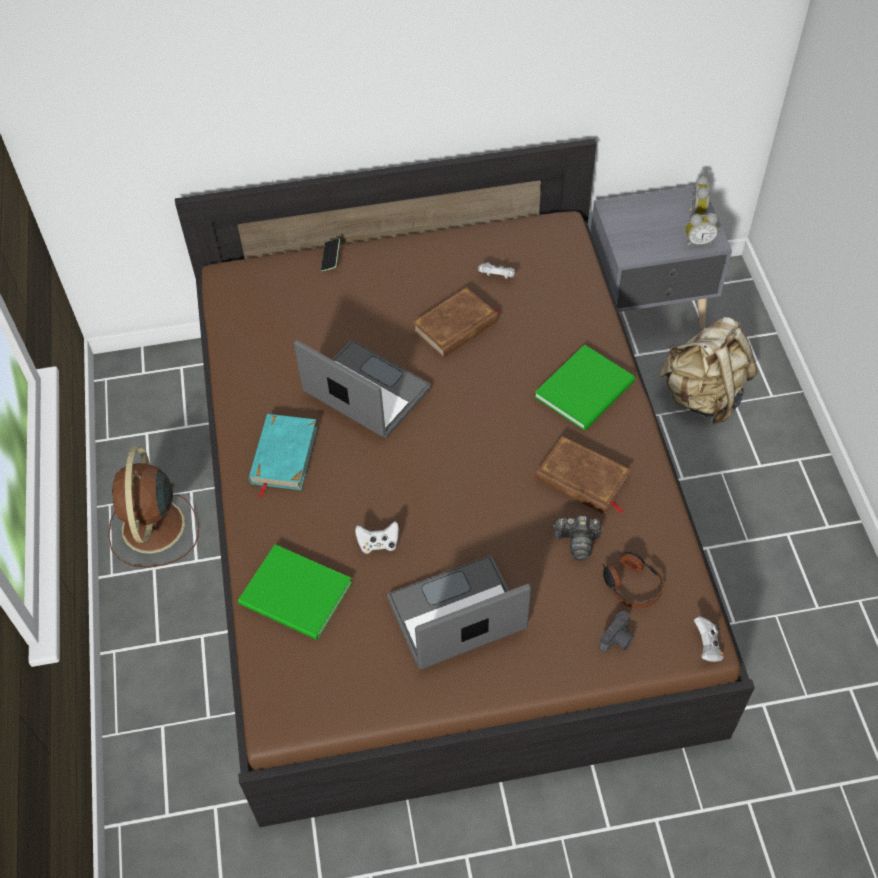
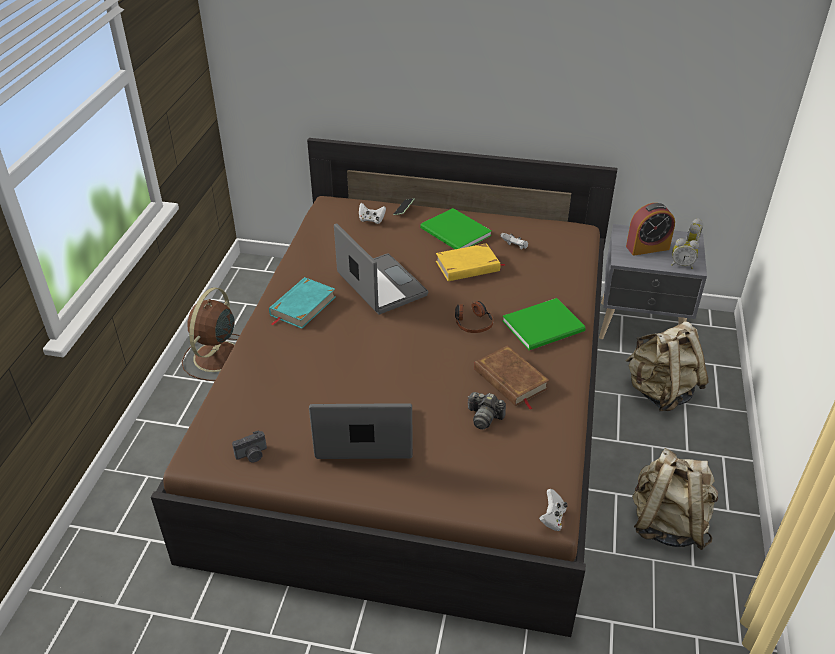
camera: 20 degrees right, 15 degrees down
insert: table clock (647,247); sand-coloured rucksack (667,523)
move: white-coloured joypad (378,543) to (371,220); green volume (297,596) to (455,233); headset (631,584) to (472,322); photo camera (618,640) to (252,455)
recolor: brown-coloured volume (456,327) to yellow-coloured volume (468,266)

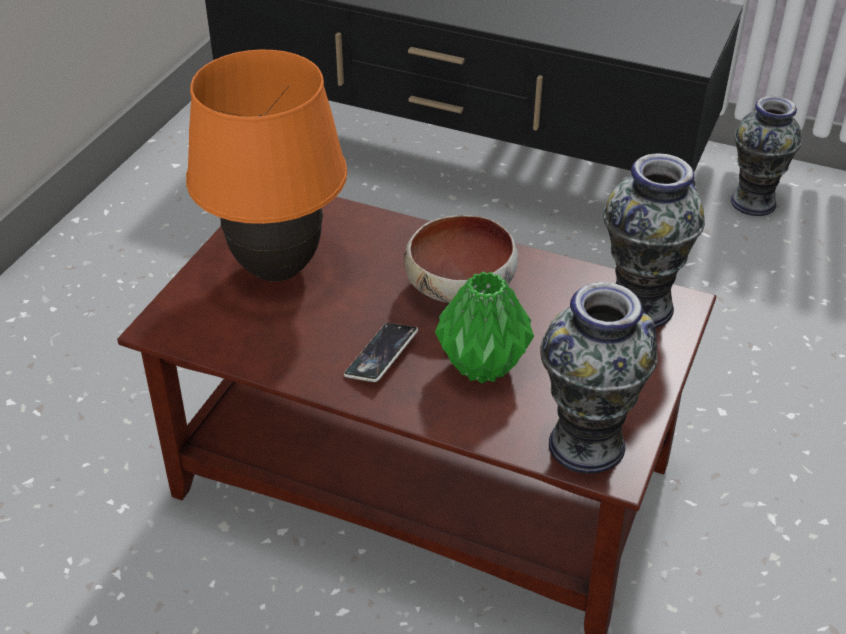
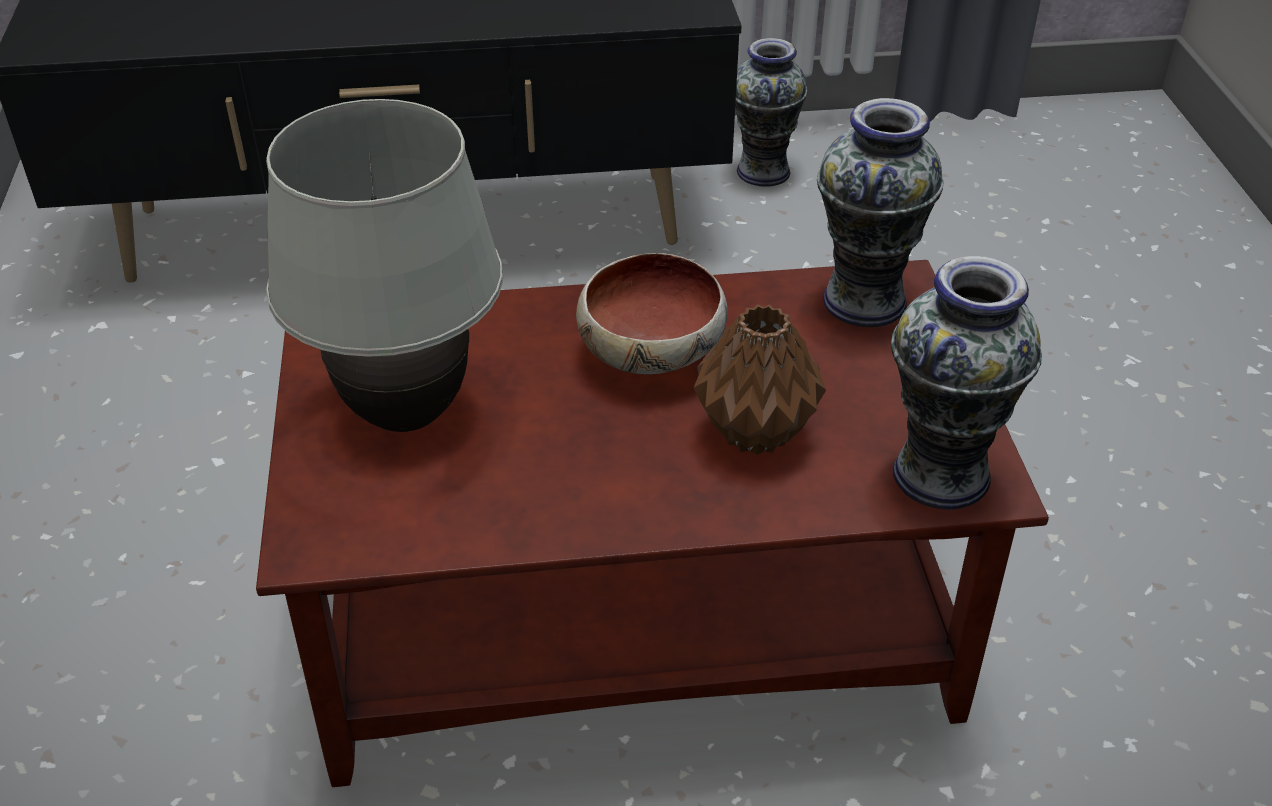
camera: 30 degrees left, 0 degrees up
delete: handset (381,356)
recolor: orange lamp for a table (276,269) to white-coloured lamp for a table (404,414); green decorative vase (481,366) to brown-coloured decorative vase (754,434)

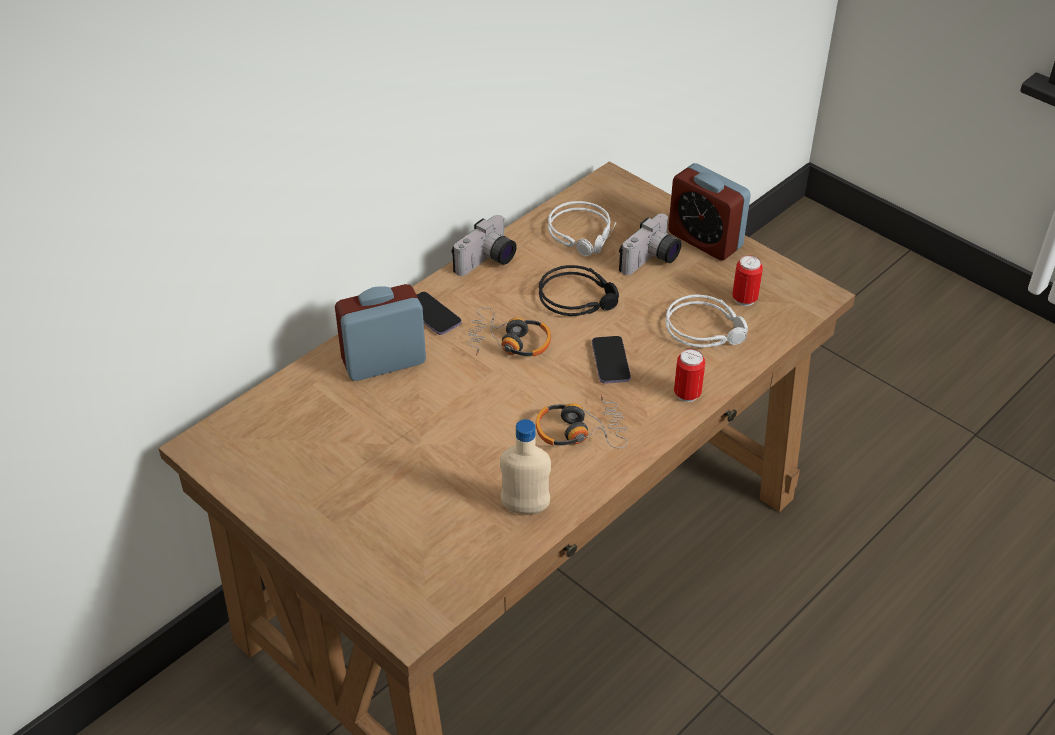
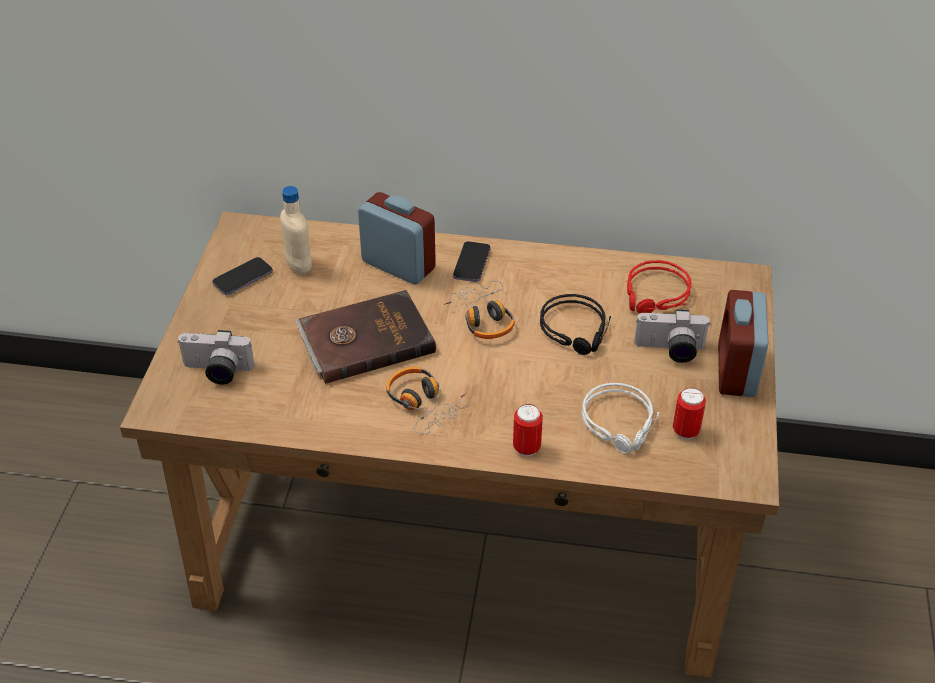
camera: 55 degrees right, 0 degrees up
insert: brown-coloured volume (365,339)
move: photo camera (487,262) to (216,372); handset (610,361) to (243,278); sand-coloured beverage bottle (525,507) to (299,266)
recolor: greyish headset (583,235) to red-coloured headset (656,296)

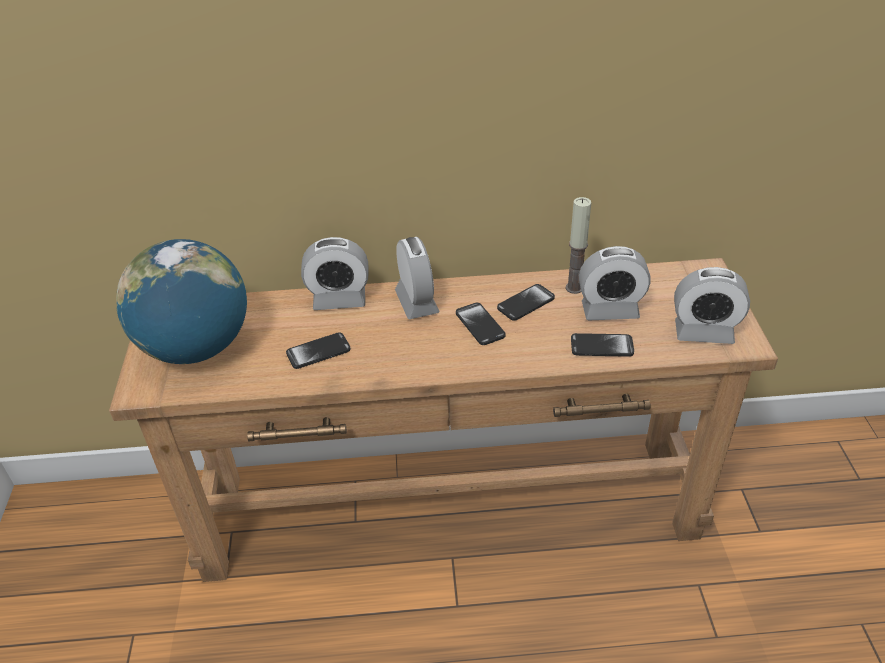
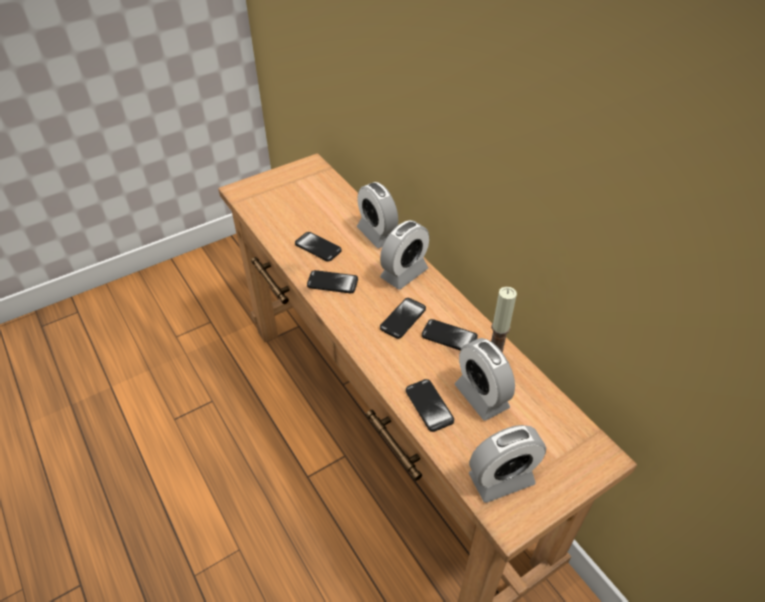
camera: 60 degrees right, 5 degrees up
delete: globe (196,348)
insert: handset (332,283)
rotate: table clock (704,332) = (501,479) 90 degrees counterclockwise

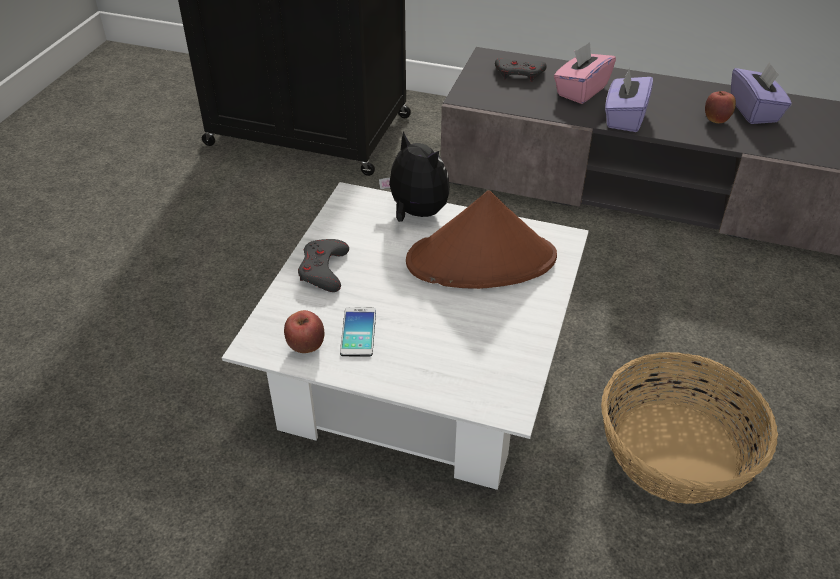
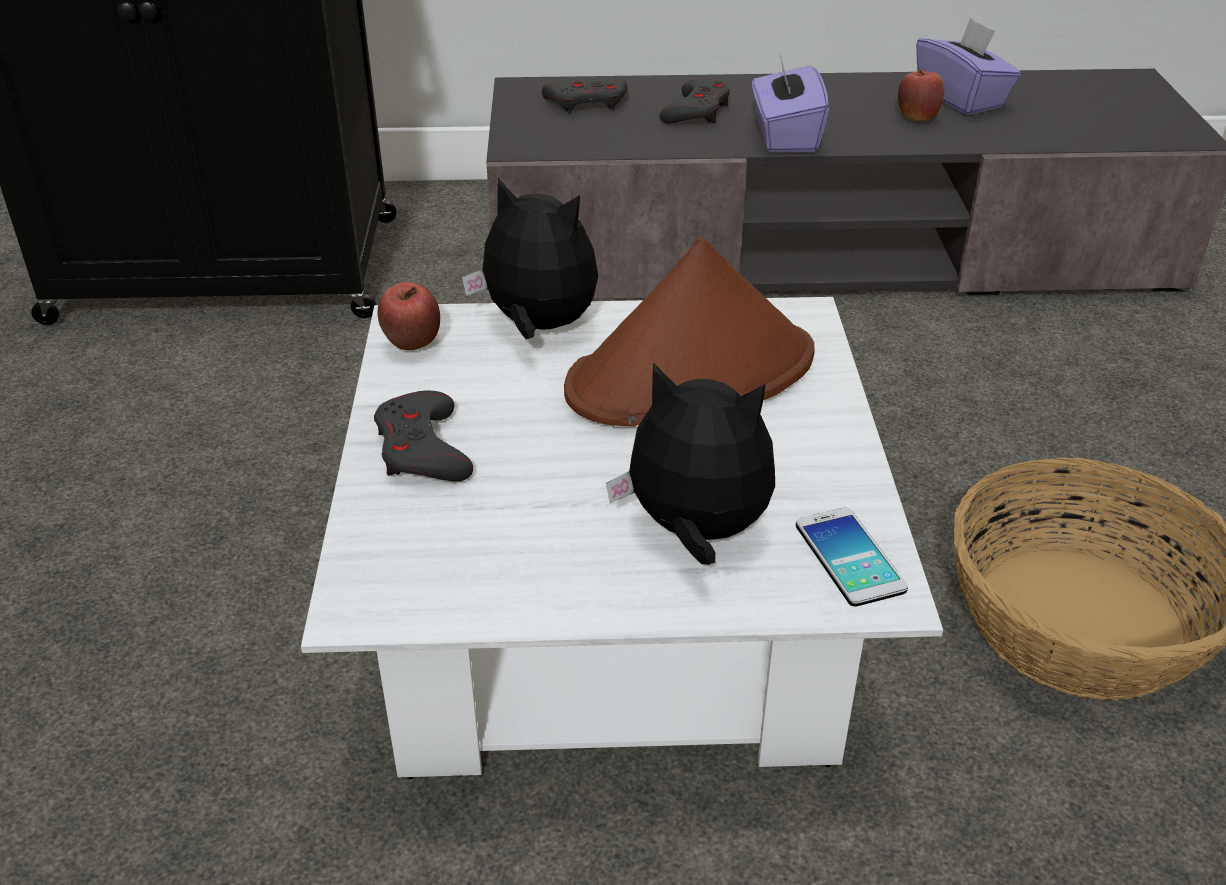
camera: 20 degrees left, 5 degrees down
insert: cuddly toy (695,532)
move: handset (358,332) to (849,557); apple (306,347) to (412,344)
replace: pink box of tissues (581,90) to greyish joypad (696,111)

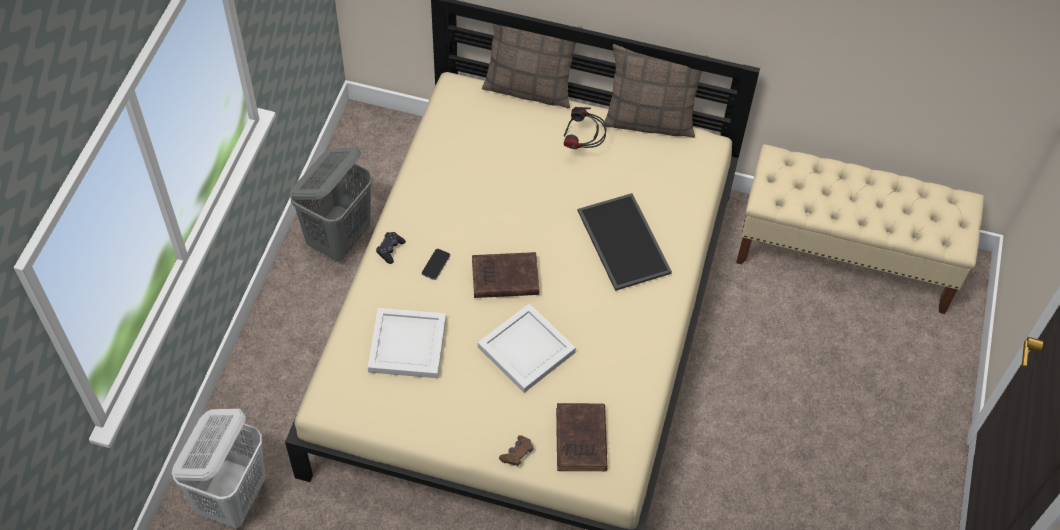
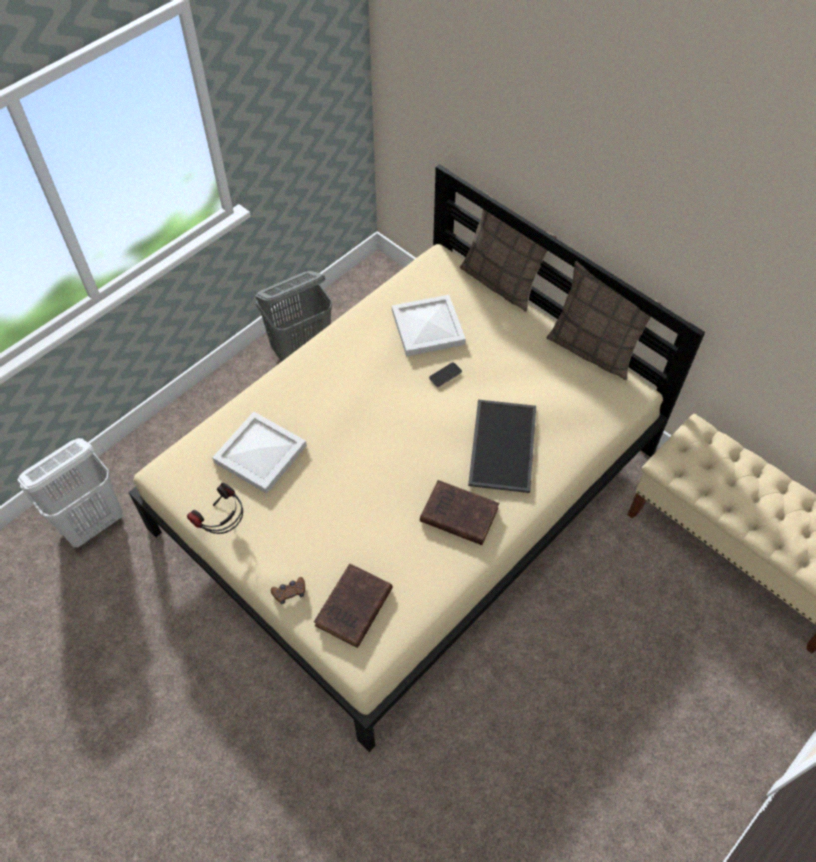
camera: 30 degrees right, 0 degrees up
delete: black joypad (390,250)
move: headset (583,146) to (223,524); handset (436,265) to (445,375); brown-coloured volume (503,278) to (457,514); white-coloured serving tray (524,349) to (426,327)

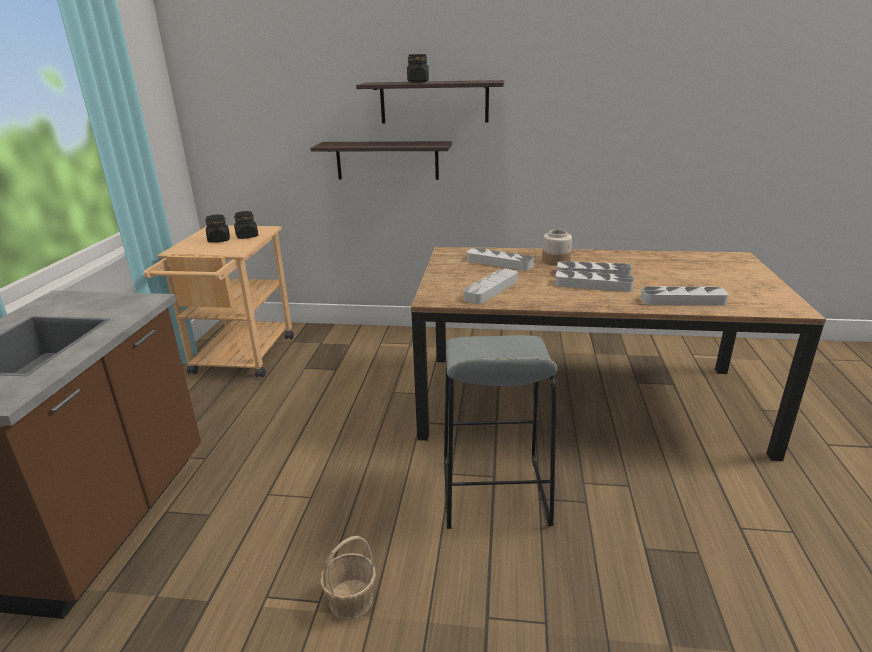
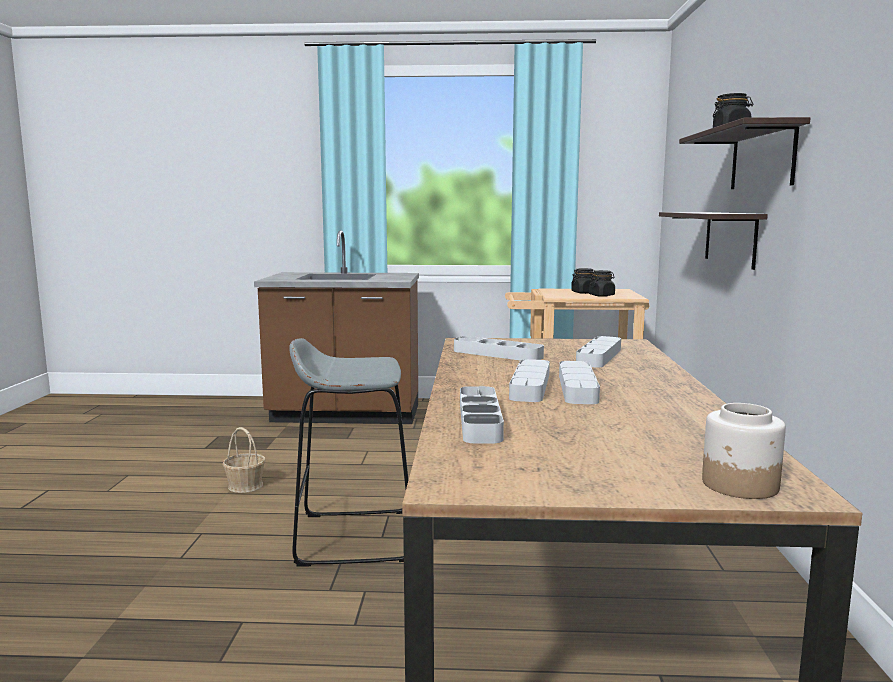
camera: 85 degrees right, 15 degrees down
move: jar (556,261) to (740,485)

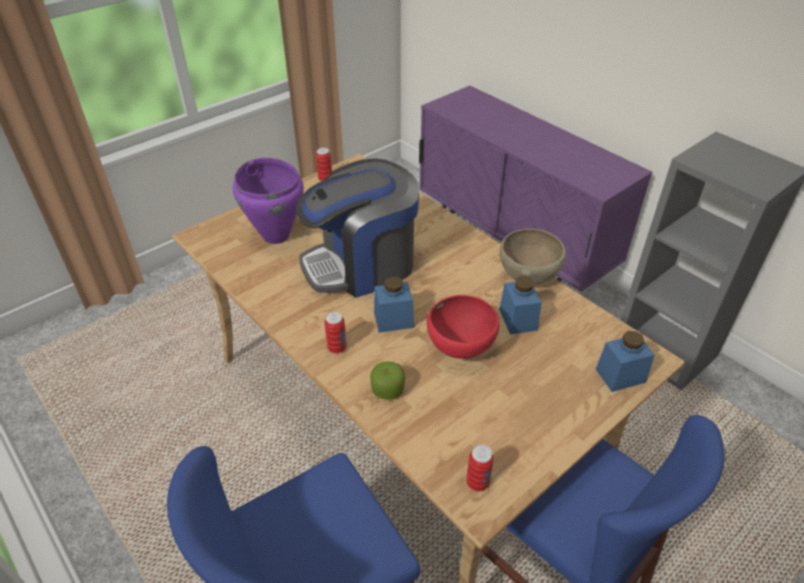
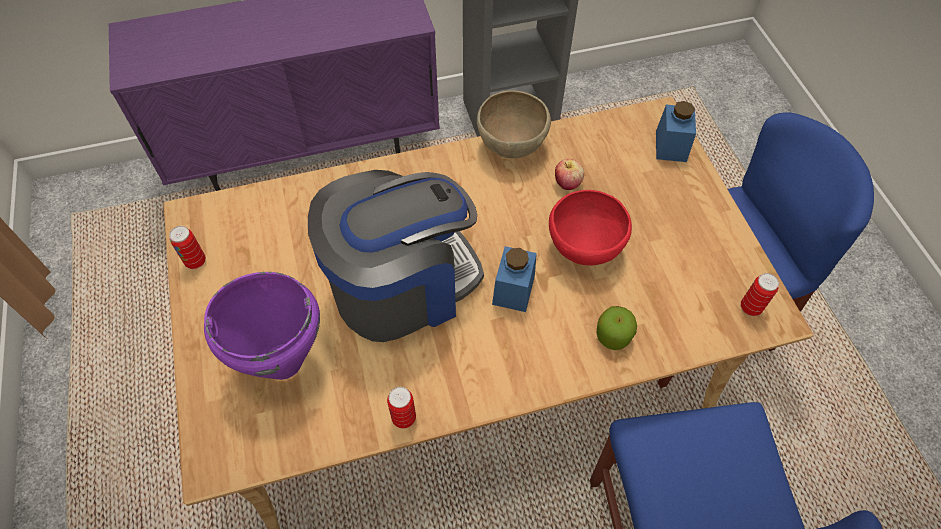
camera: 65 degrees left, 15 degrees up
move: metal can (337,348) to (404,418)
replace: blue-coloured jar (518,319) to apple (567,183)
rotate: coffee brewer (362,264) = (402,285) 120 degrees counterclockwise

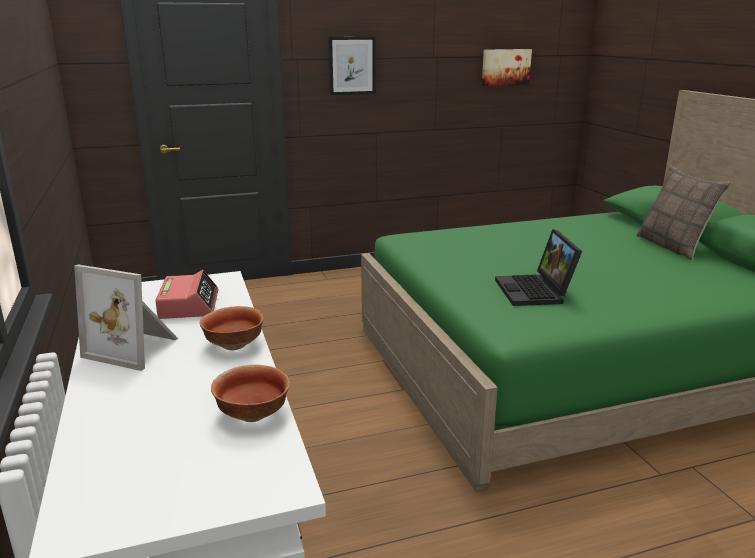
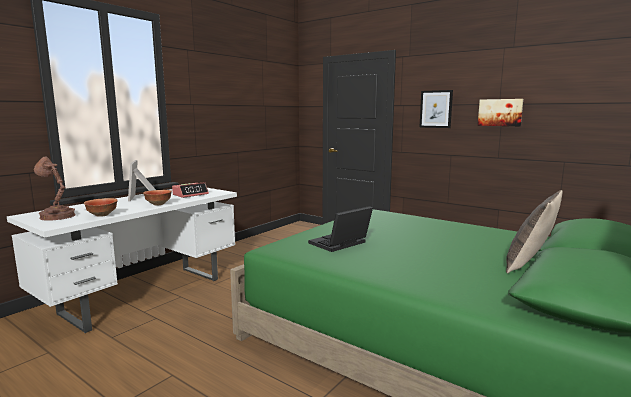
camera: 55 degrees right, 10 degrees down
insert: brown-coloured lamp for a table (56,216)
move: wall art (505,67) to (500,112)

